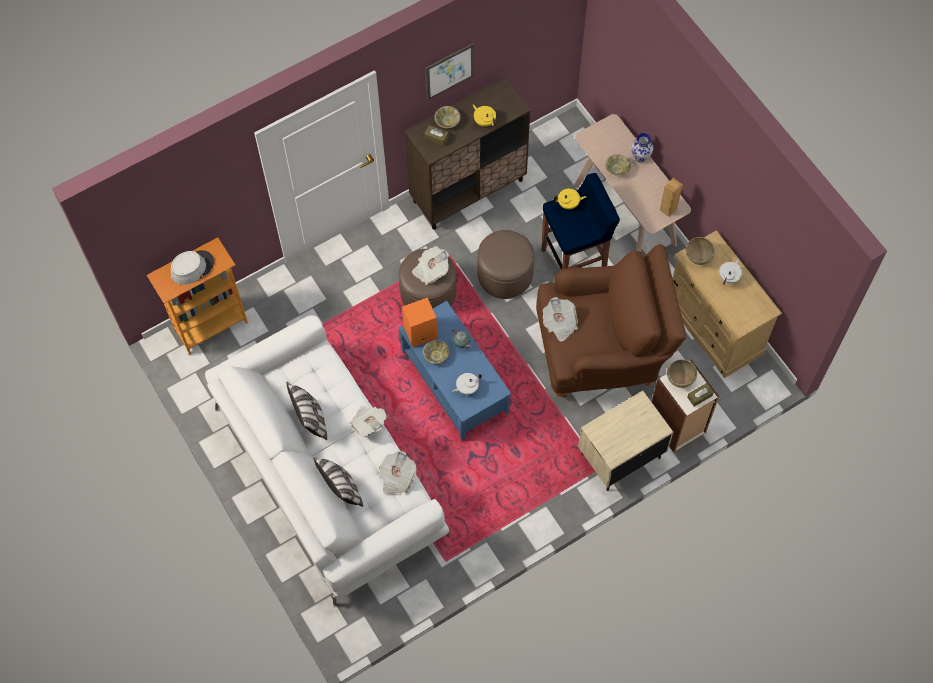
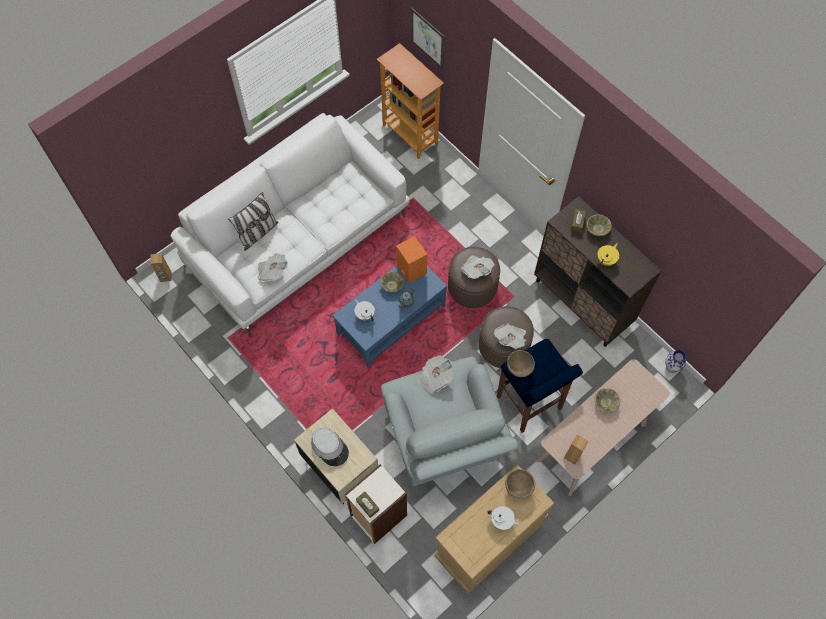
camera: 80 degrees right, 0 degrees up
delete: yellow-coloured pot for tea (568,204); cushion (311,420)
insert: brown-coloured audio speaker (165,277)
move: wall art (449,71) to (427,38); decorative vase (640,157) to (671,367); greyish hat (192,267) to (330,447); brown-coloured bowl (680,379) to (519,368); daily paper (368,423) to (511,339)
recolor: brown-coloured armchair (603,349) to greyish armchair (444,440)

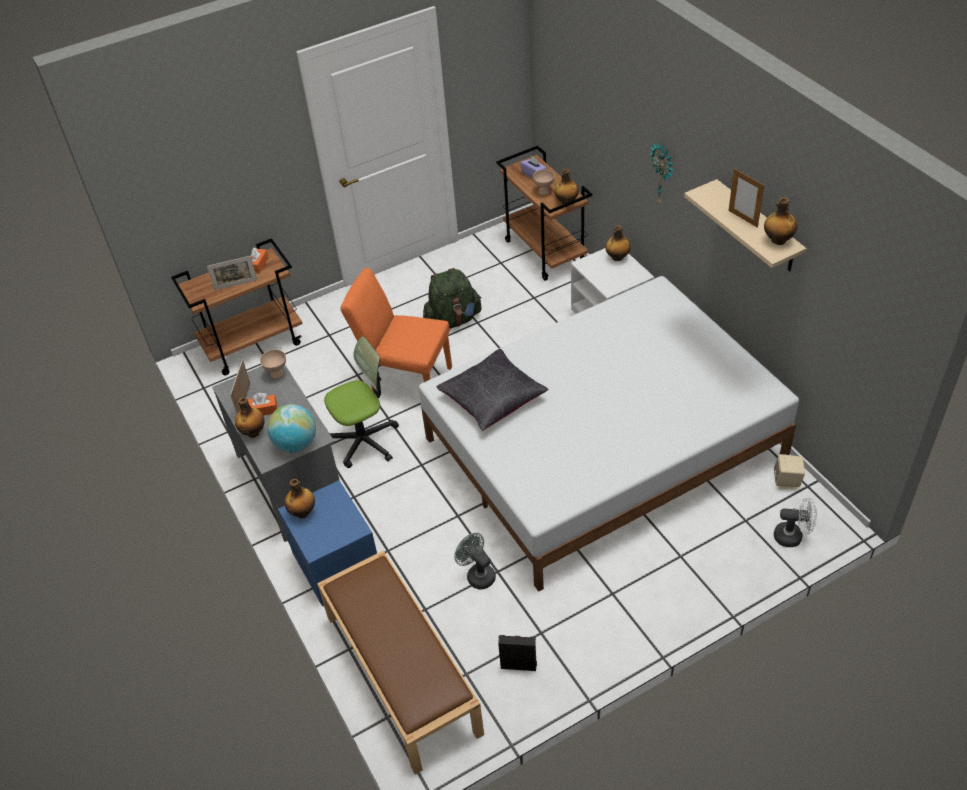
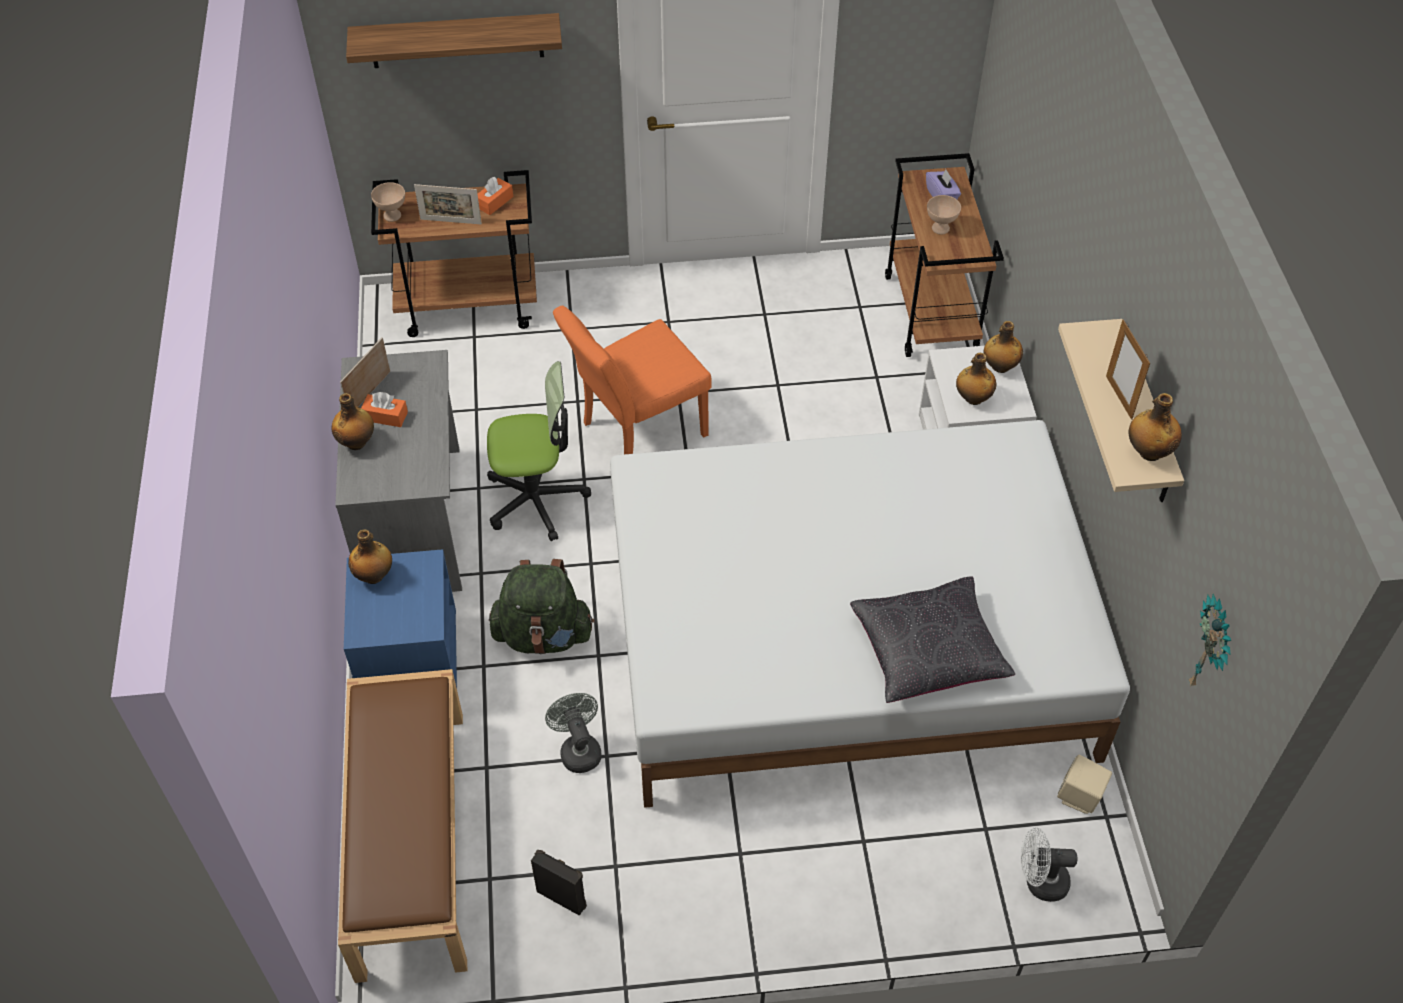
camera: 20 degrees right, 5 degrees up
delete: globe (296,444)
insert: bracket shelf (456,40)
move: clock on the wall (663,174) to (1213,648); beverage bottle (566,202) to (973,398); green rucksack (453,319) to (543,635); black cushion (492,398) to (928,651); sand-coloured bowl (277,374) to (393,216)
rotate: orange upright chair (405,380) = (636,432) 75 degrees counterclockwise; white-coloured fan (793,536) = (1039,882) 150 degrees clockwise

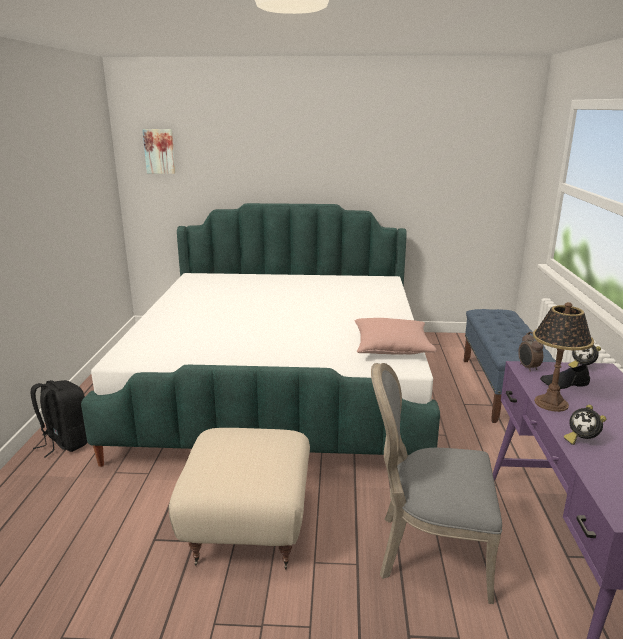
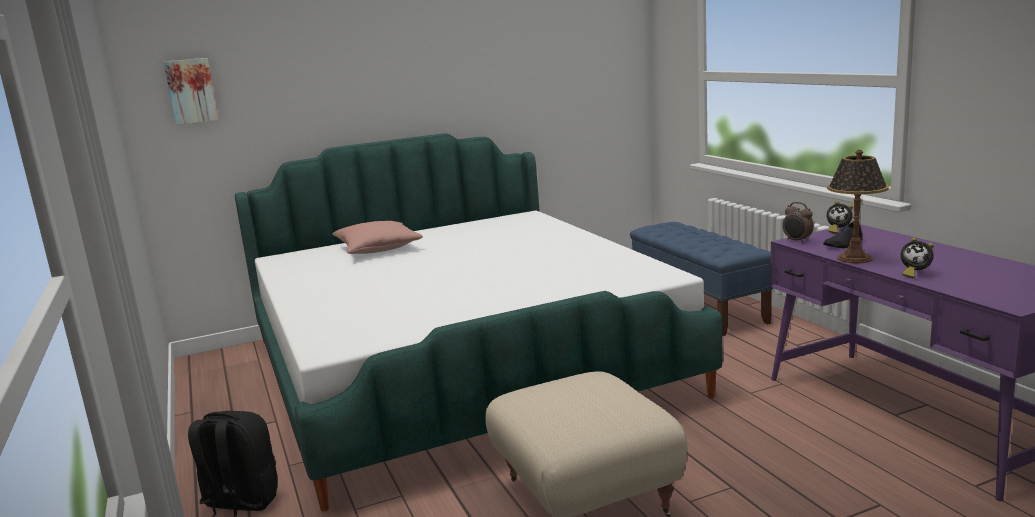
camera: 25 degrees left, 5 degrees down
delete: greyish upright chair (428,551)
move: pink cushion (392,348) to (378,249)

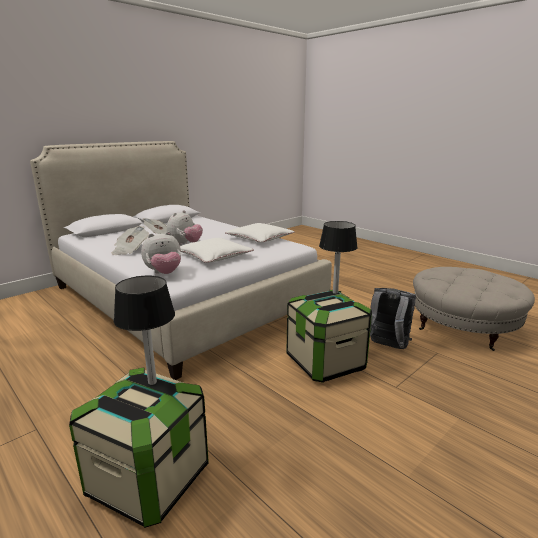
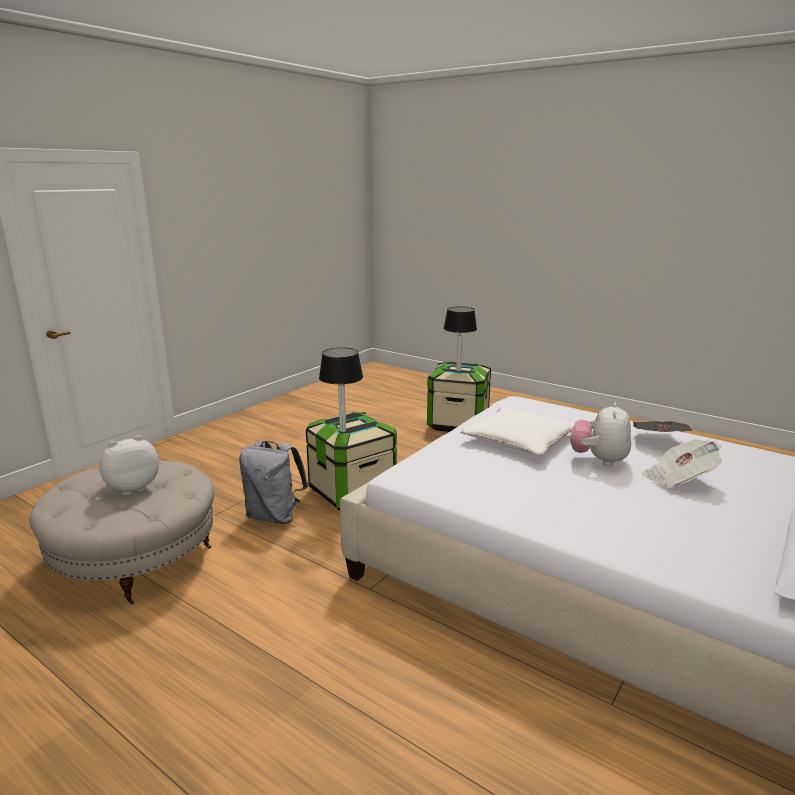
camera: 170 degrees right, 0 degrees up
delete: white-coloured cushion (260,238)
move: cuddly toy (164,273) to (132,488)

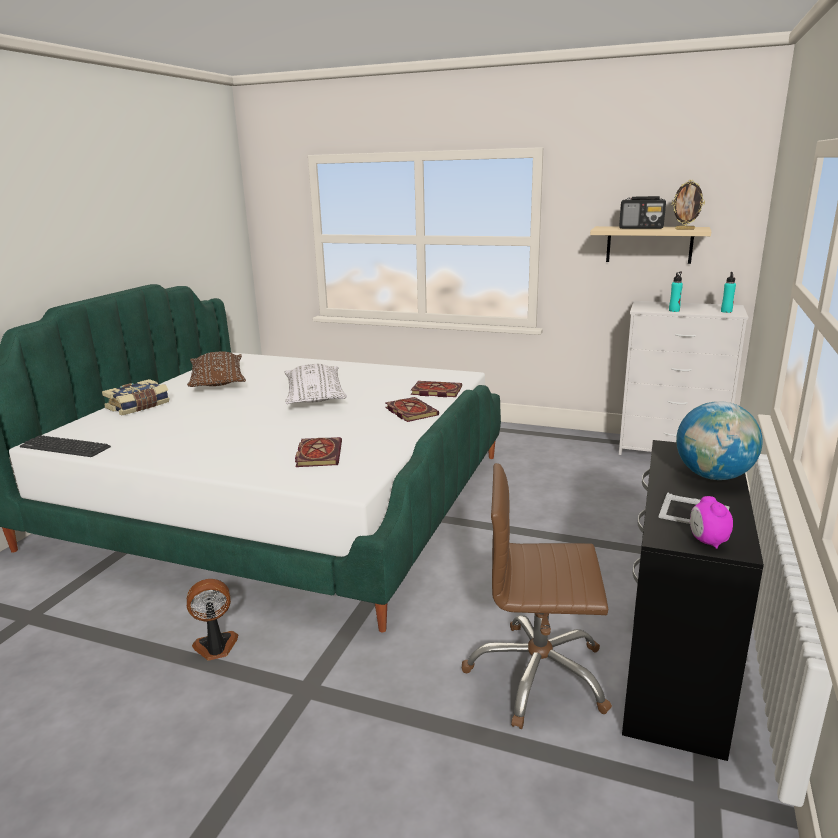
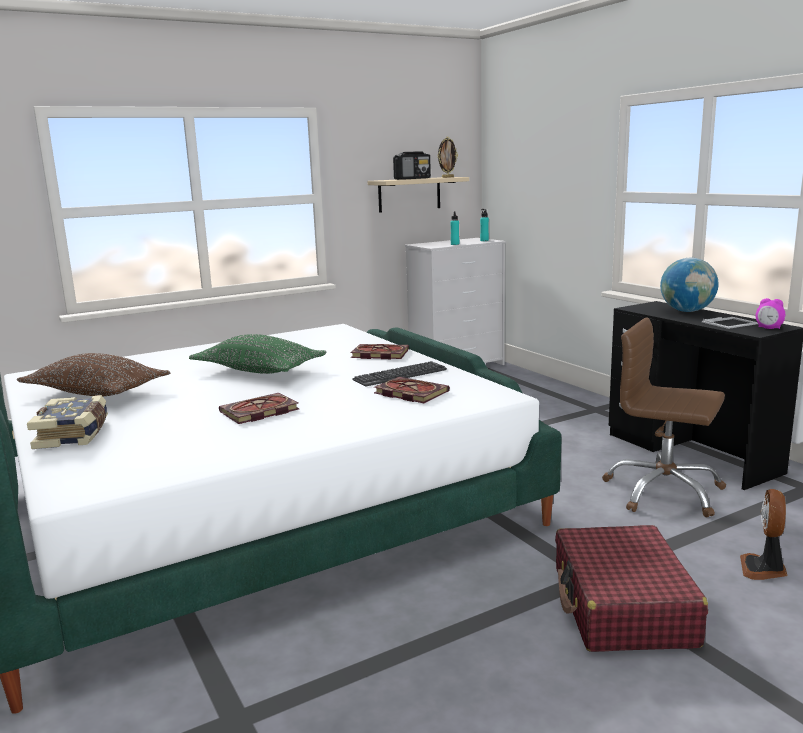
camera: 50 degrees left, 5 degrees down
insert: red-coloured piece of luggage (622,607)
move: volume (435,391) to (258,412); PC keyboard (65,447) to (400,375); fan (216,647) to (763,569)
recolor: white-coloured cushion (314,396) to green cushion (259,370)
rotate: brown-coloured desk chair (538,675) = (663,492) 75 degrees clockwise

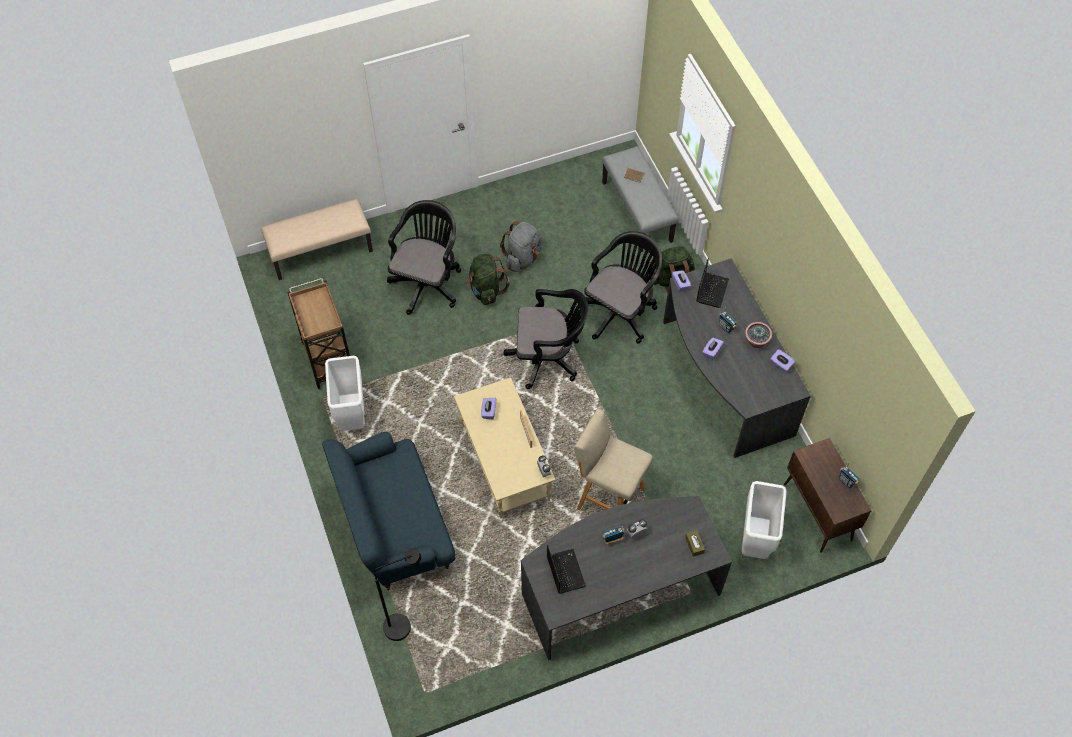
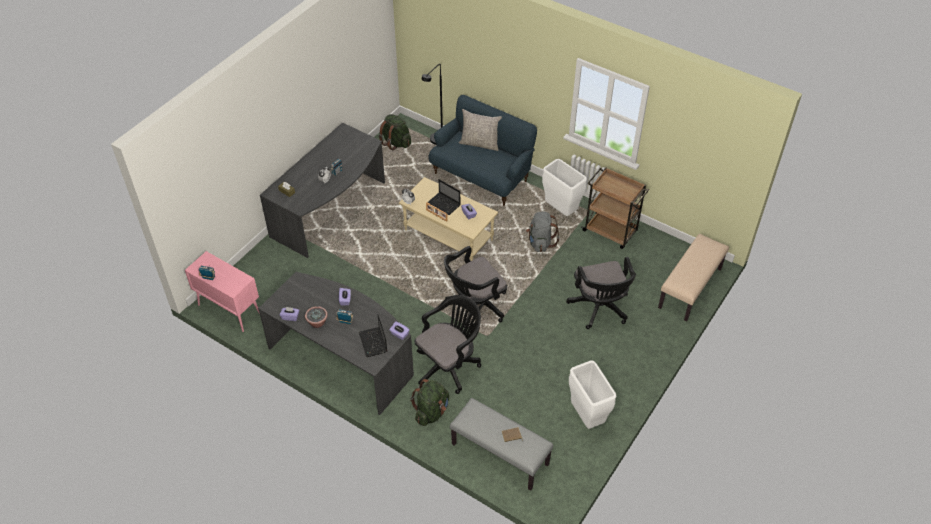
camera: 145 degrees right, 10 degrees down
delete: sand-coloured stool (608,497)
insert: greyish cushion (480,143)
move: greyish rucksack (522,258) to (540,242); green rucksack (486,290) to (396,143); white-coloured trash can (754,541) to (587,417); laptop (564,571) to (444,204)
recolor: brown-coloured cupboard (818,513) to pink cupboard (229,309)
rotate: black desk chair (621,312) = (449,365) 135 degrees counterclockwise

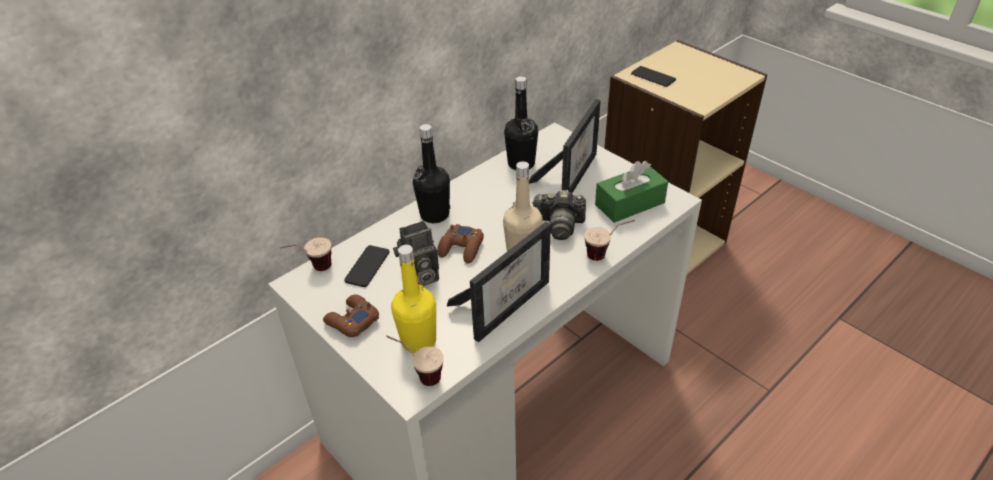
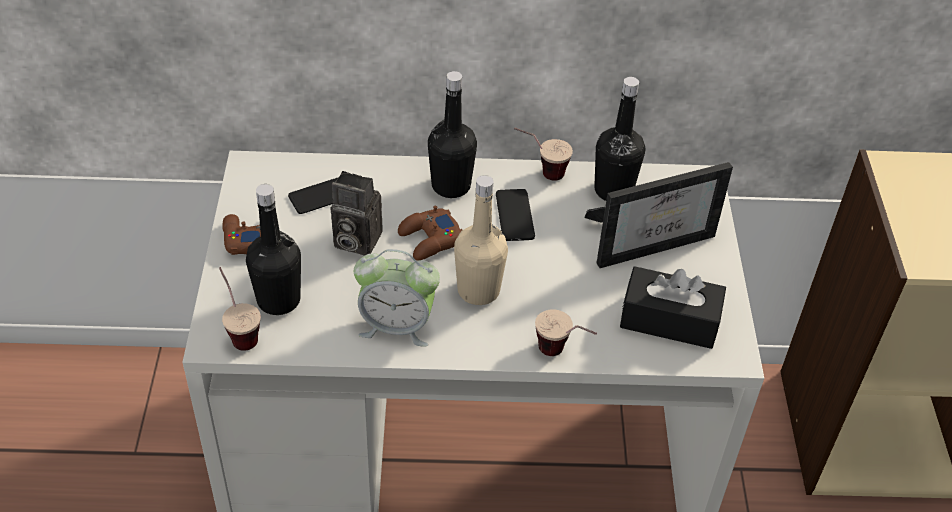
camera: 40 degrees right, 5 degrees up
delete: photo camera (559,225)
move: handset (653,77) to (514,215); drinking cup (312,270) to (540,172)
replace: photo frame (505,303) to table clock (397,326)
recolor: green box of tissues (629,204) to black box of tissues (669,320); yellow-coloured beverage bottle (419,341) to black beverage bottle (278,300)

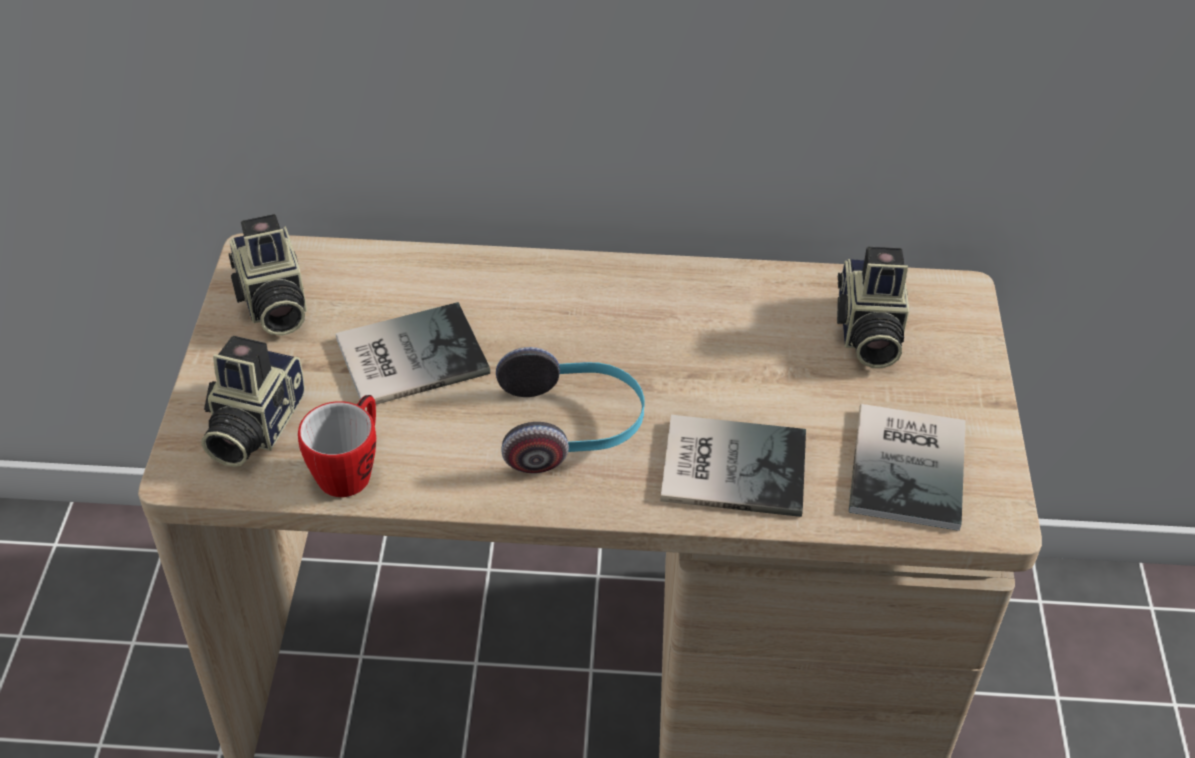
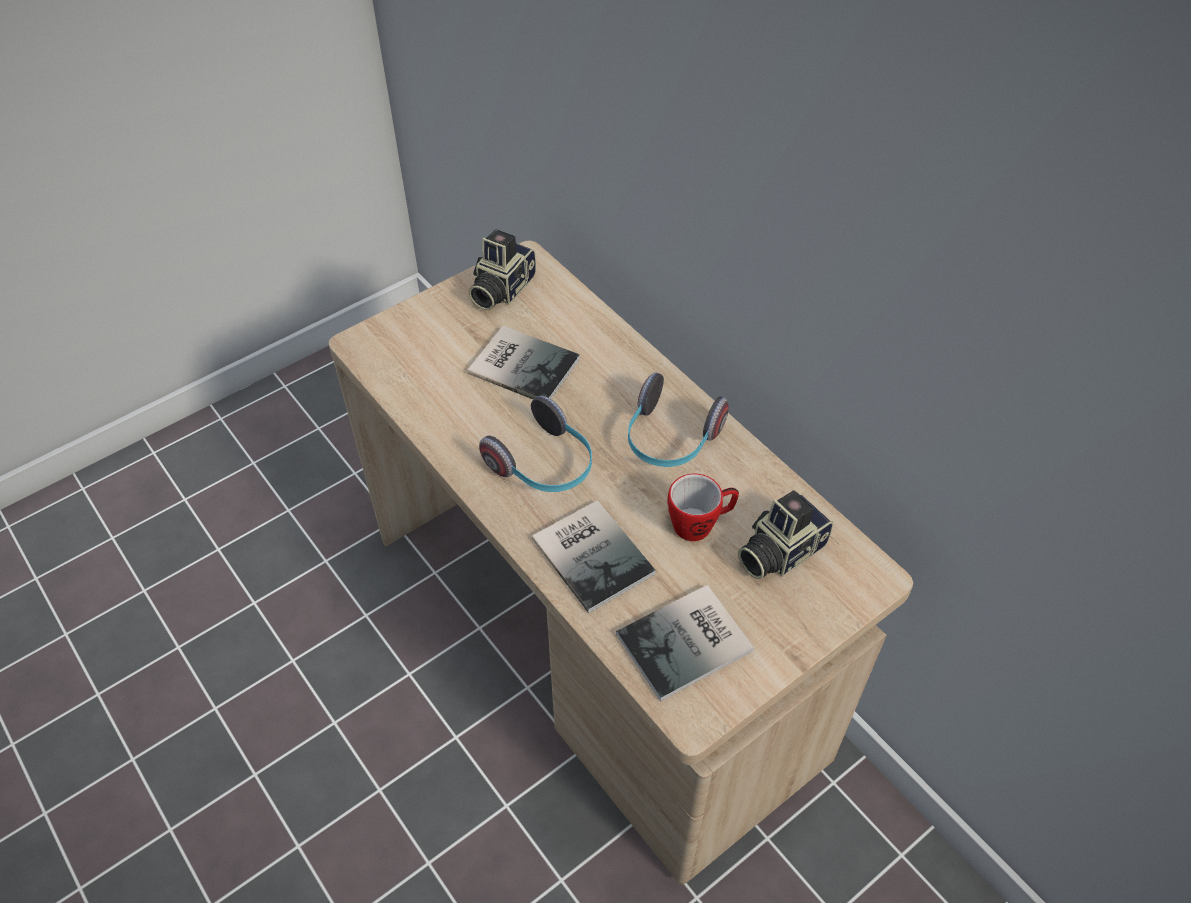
camera: 50 degrees right, 5 degrees up
delete: photo camera (251,426)
insert: headset (670,439)
move: coffee mug (351,469) to (700,524)

